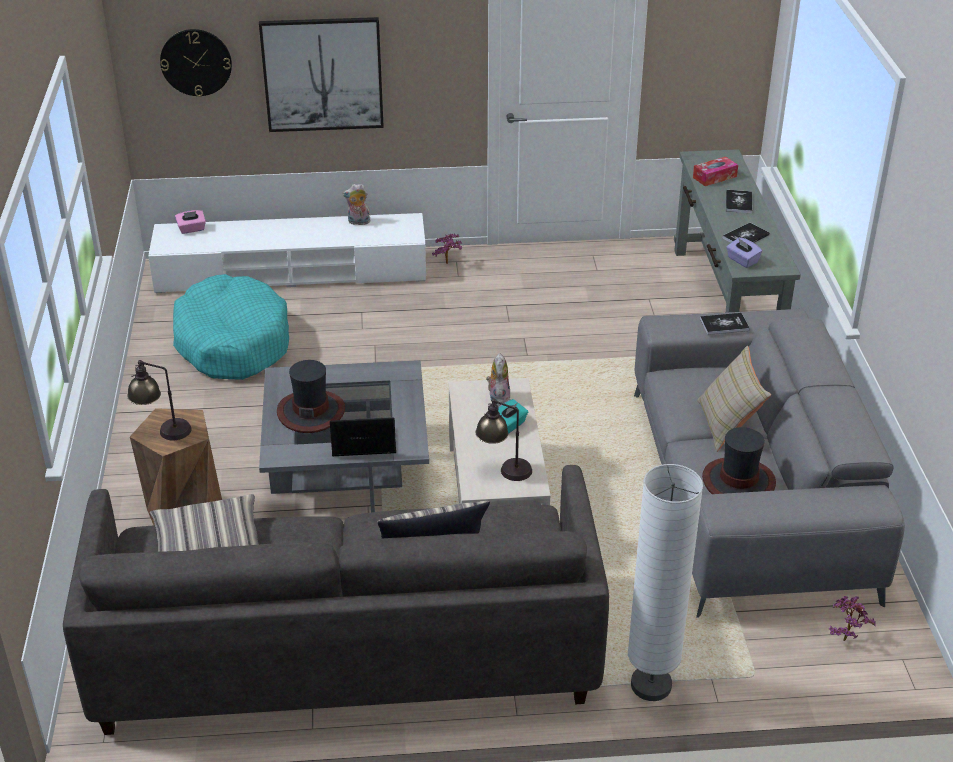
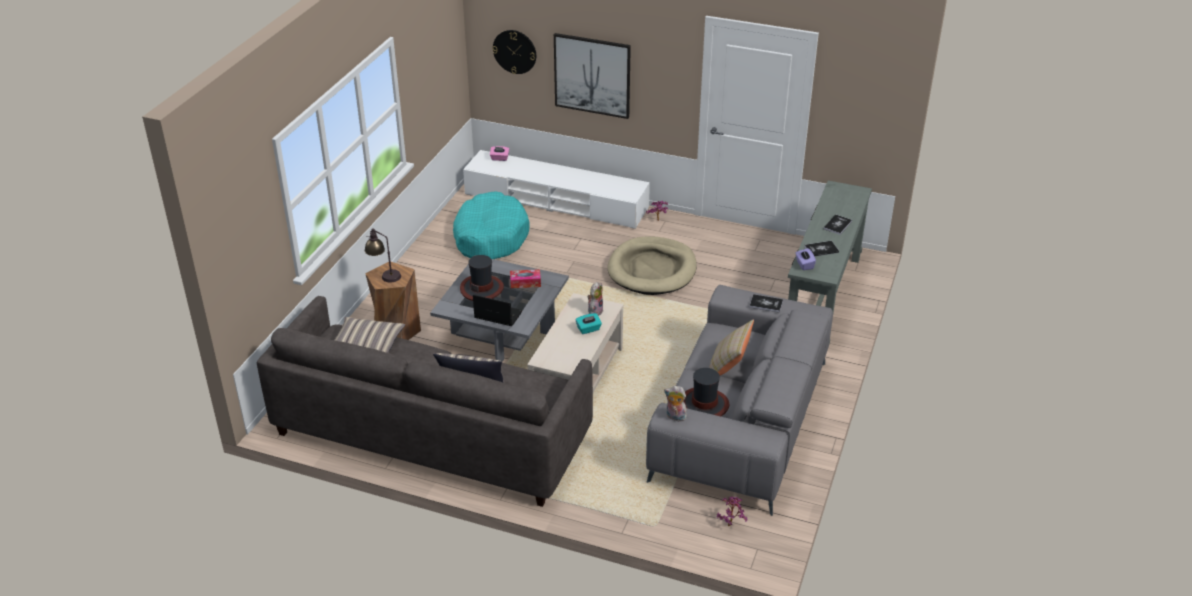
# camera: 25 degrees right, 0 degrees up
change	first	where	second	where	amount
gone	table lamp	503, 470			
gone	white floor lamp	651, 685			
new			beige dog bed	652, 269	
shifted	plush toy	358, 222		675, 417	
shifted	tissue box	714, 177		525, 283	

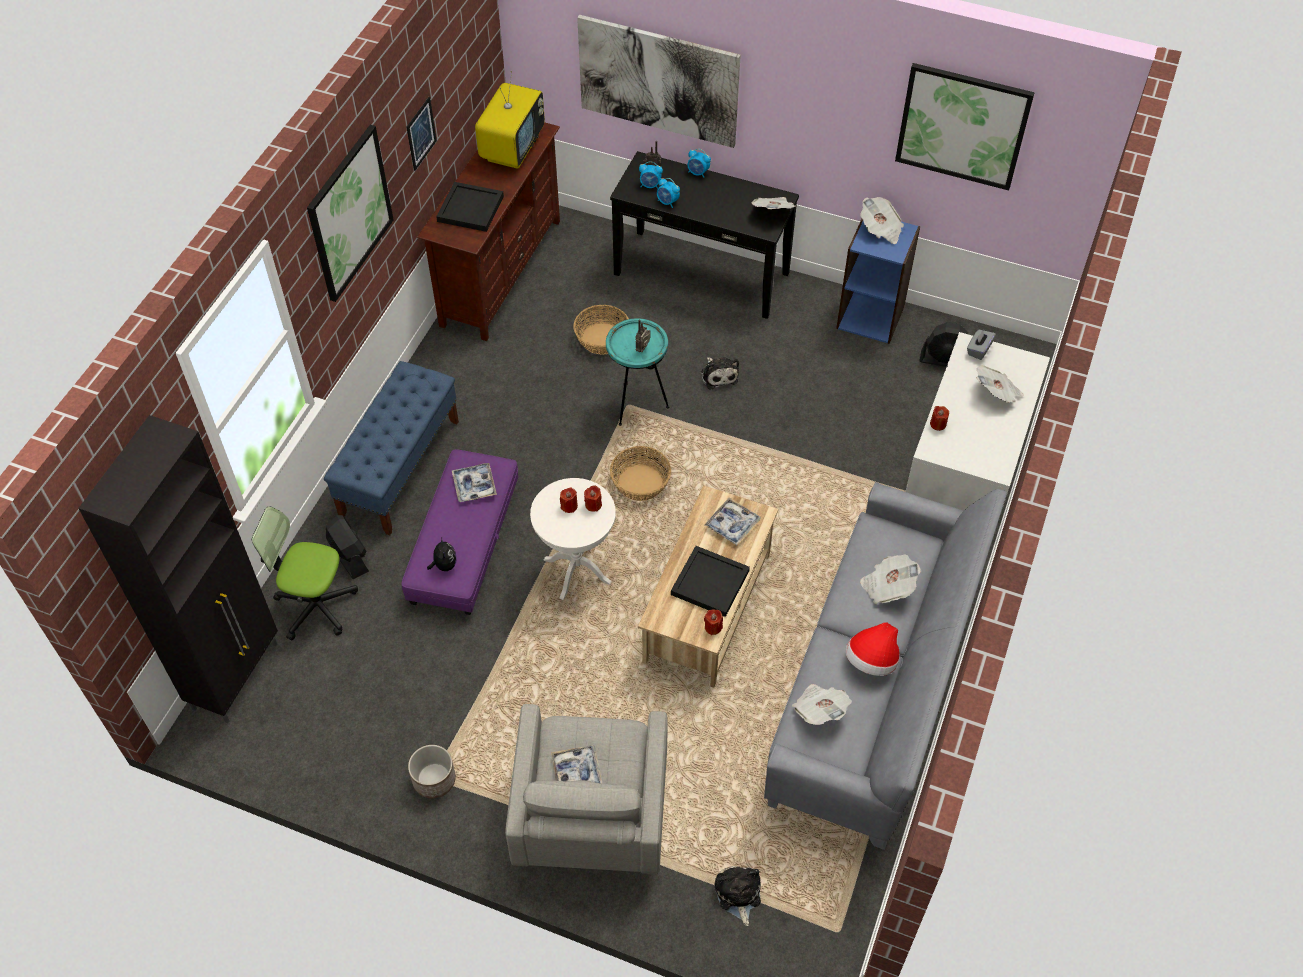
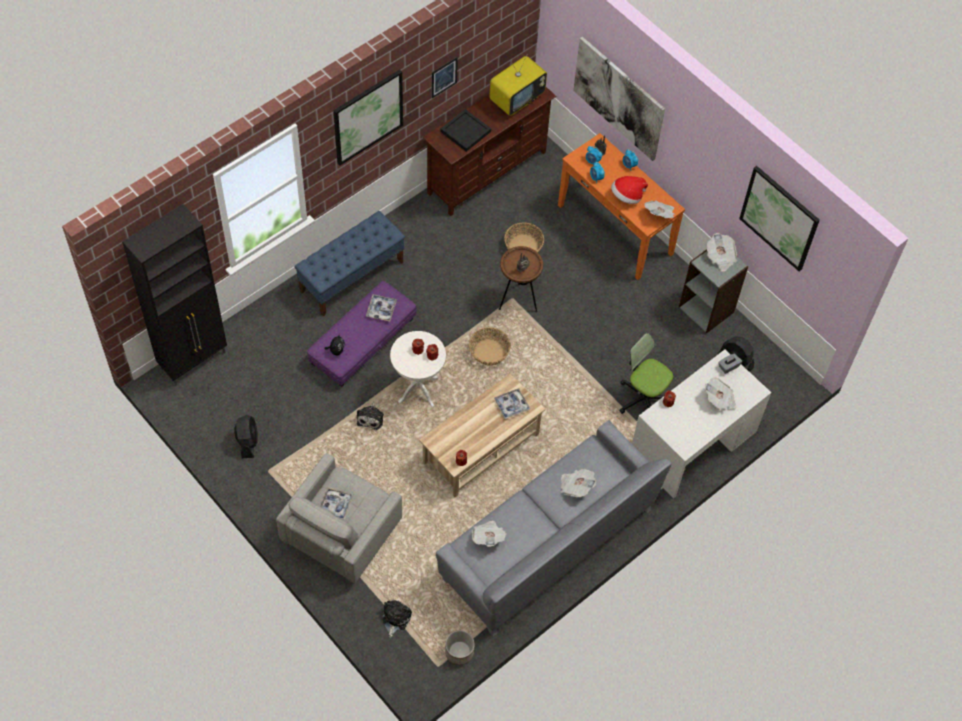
# camera: 25 degrees right, 5 degrees up
change	first	where	second	where	amount
gone	black tray	711, 582			
shifted	office chair	316, 605		643, 398	
shifted	black fan	349, 556		247, 441	
shifted	planter	434, 780		459, 652	
shifted	plush toy	718, 375		371, 417	
shifted	hat	871, 660		627, 196	
repainted	turquoise side table	637, 405	brown side table	518, 301	
repainted	black console table	701, 273	orange console table	615, 229	
repainted	blue bookcase	870, 317	grey bookcase	707, 309	

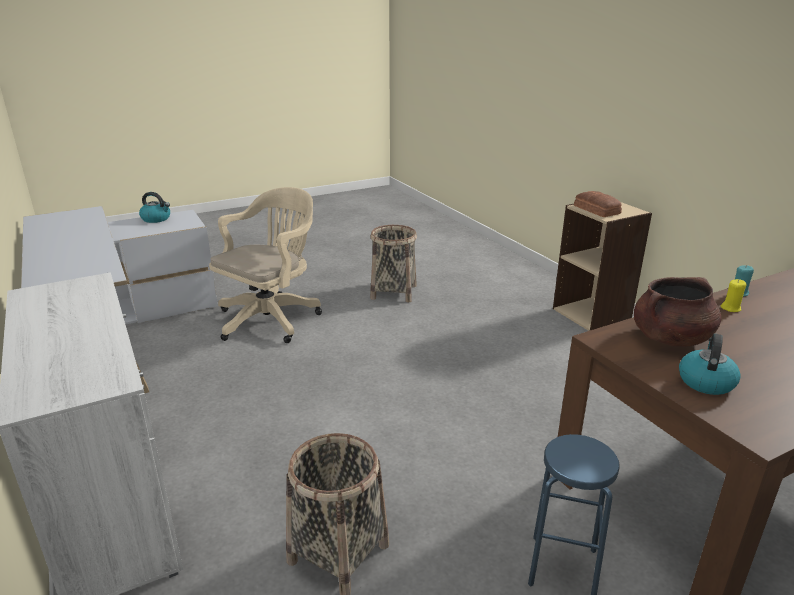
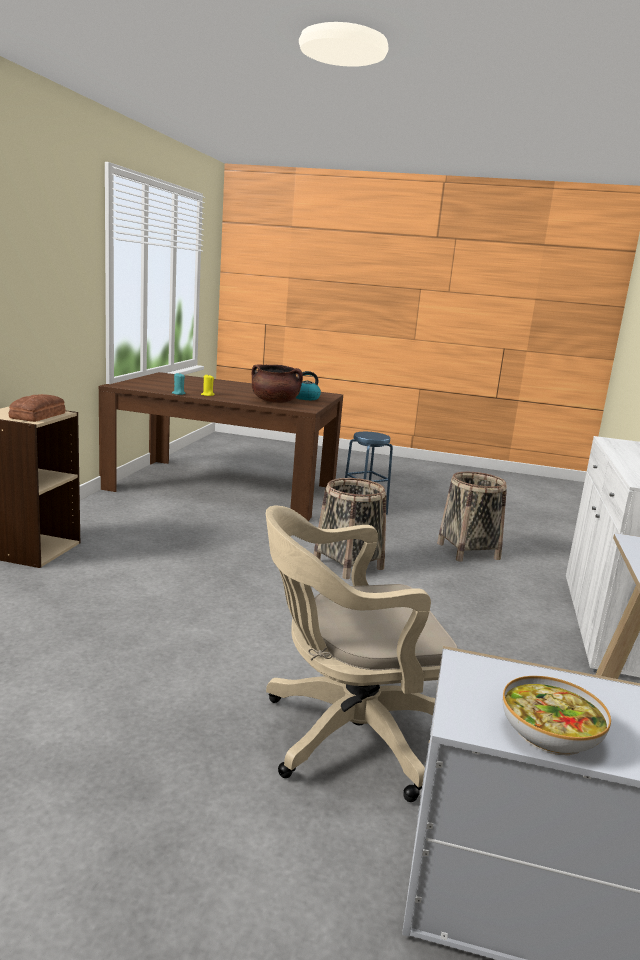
# camera: 140 degrees left, 10 degrees down
change	first	where	second	where	amount
shifted	basket	393, 292		348, 565	
swapped	kettle	156, 219	bowl	550, 733	

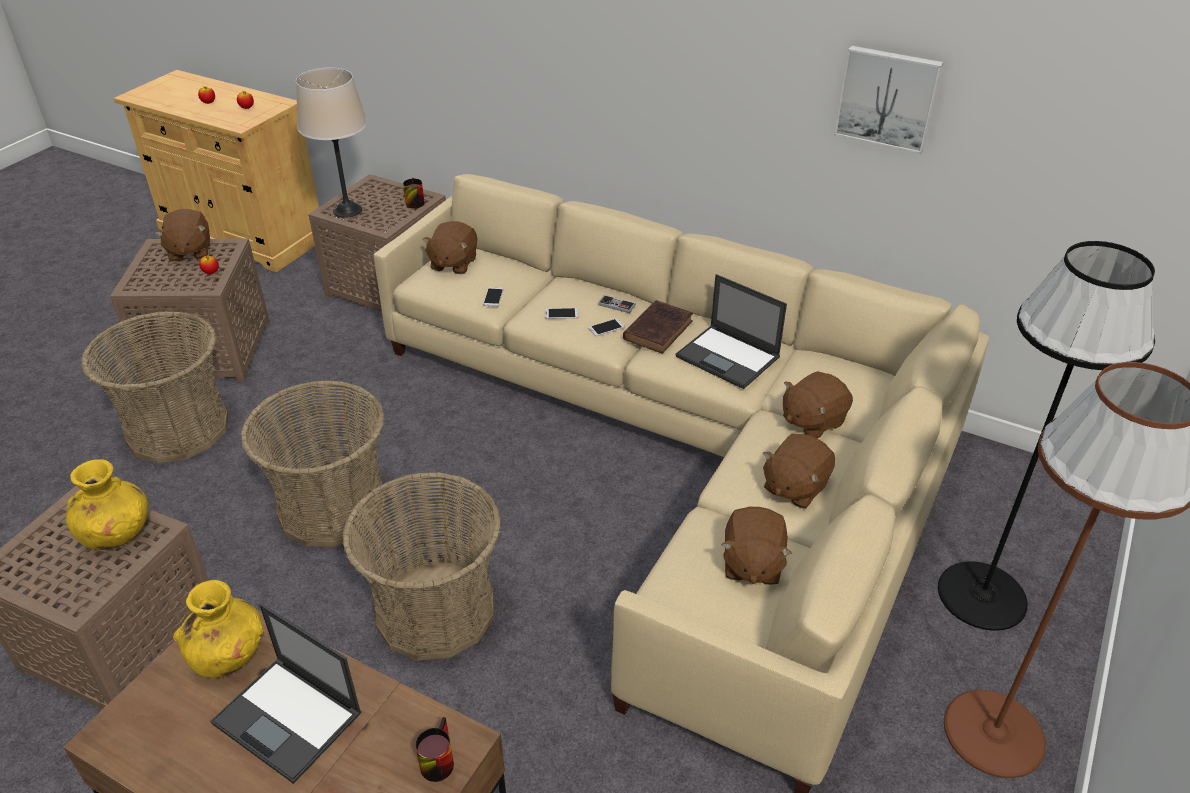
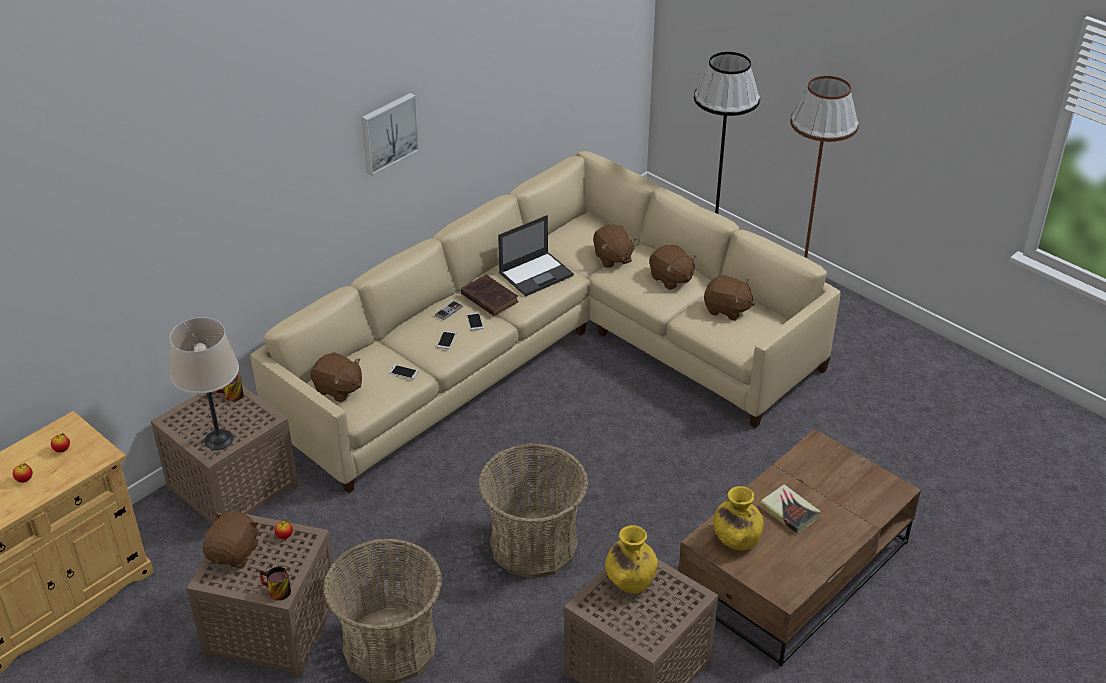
# camera: 75 degrees left, 0 degrees up
change	first	where	second	where	amount
gone	basket	435, 610			
shifted	mug	435, 759		275, 592	
shifted	picture	888, 98		388, 132	
swapped	laptop	289, 718	book	789, 512	
rotated	brown plush toy	189, 252		234, 553	75 degrees counterclockwise

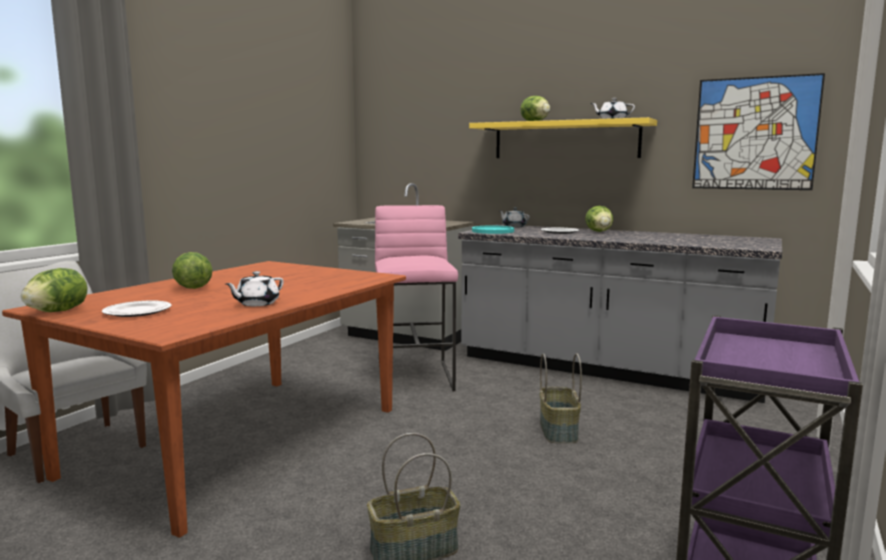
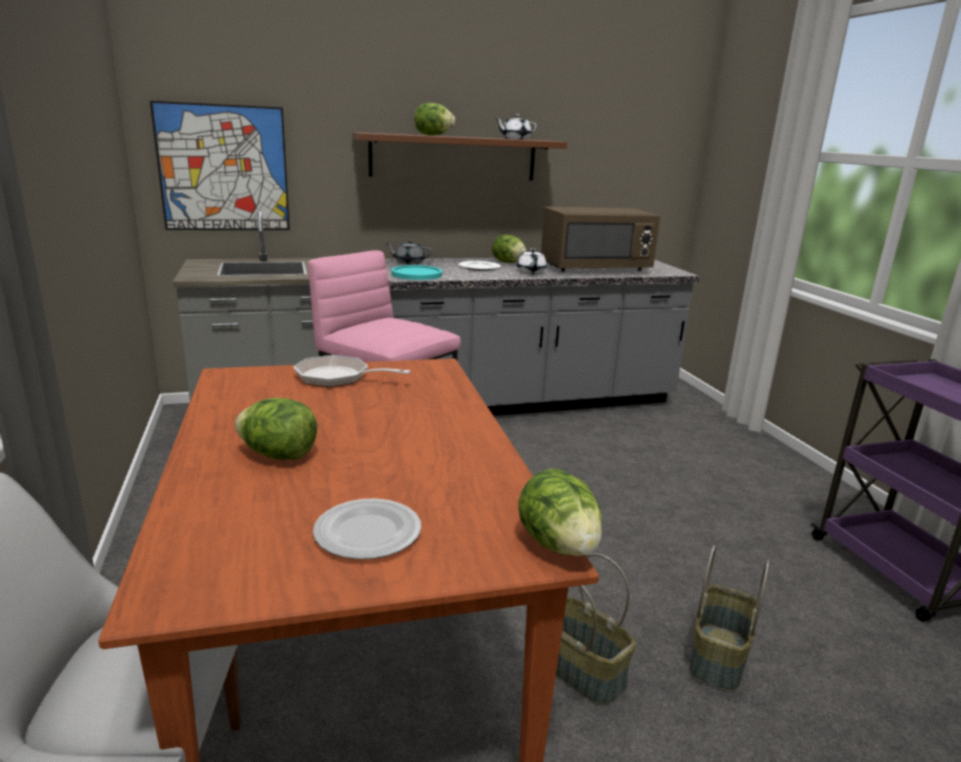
# camera: 45 degrees left, 10 degrees up
change	first	where	second	where	amount
new			frying pan	338, 378	
new			brown microwave	595, 268	
shifted	lettuce	57, 311		558, 545	
shifted	white teapot	257, 304		531, 272	
shifted	basket	559, 431		582, 670	
shifted	picture	754, 133		223, 169	
repainted	yellow shelf	565, 140	brown shelf	454, 157	

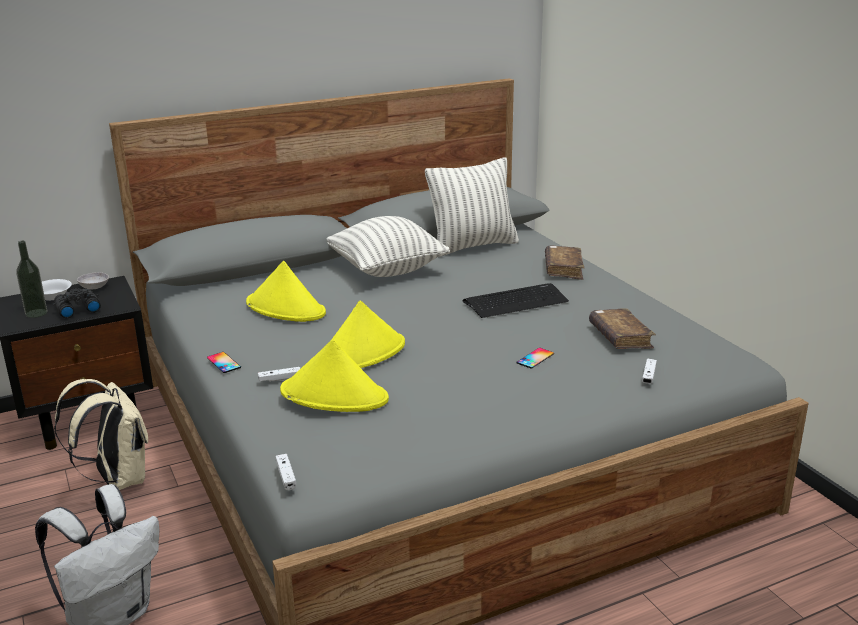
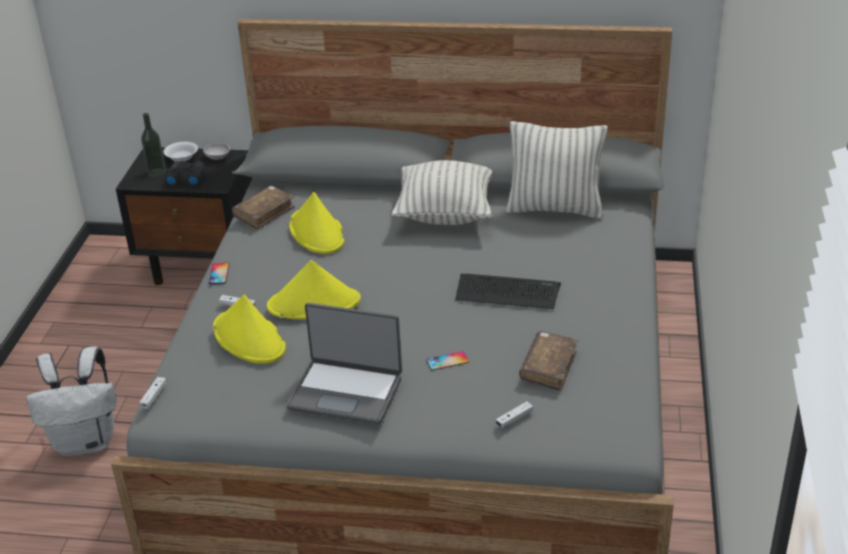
# camera: 35 degrees right, 10 degrees up
change	first	where	second	where	amount
gone	beige backpack	117, 479			
new			laptop	346, 392	
shifted	brown book	563, 269		264, 213	

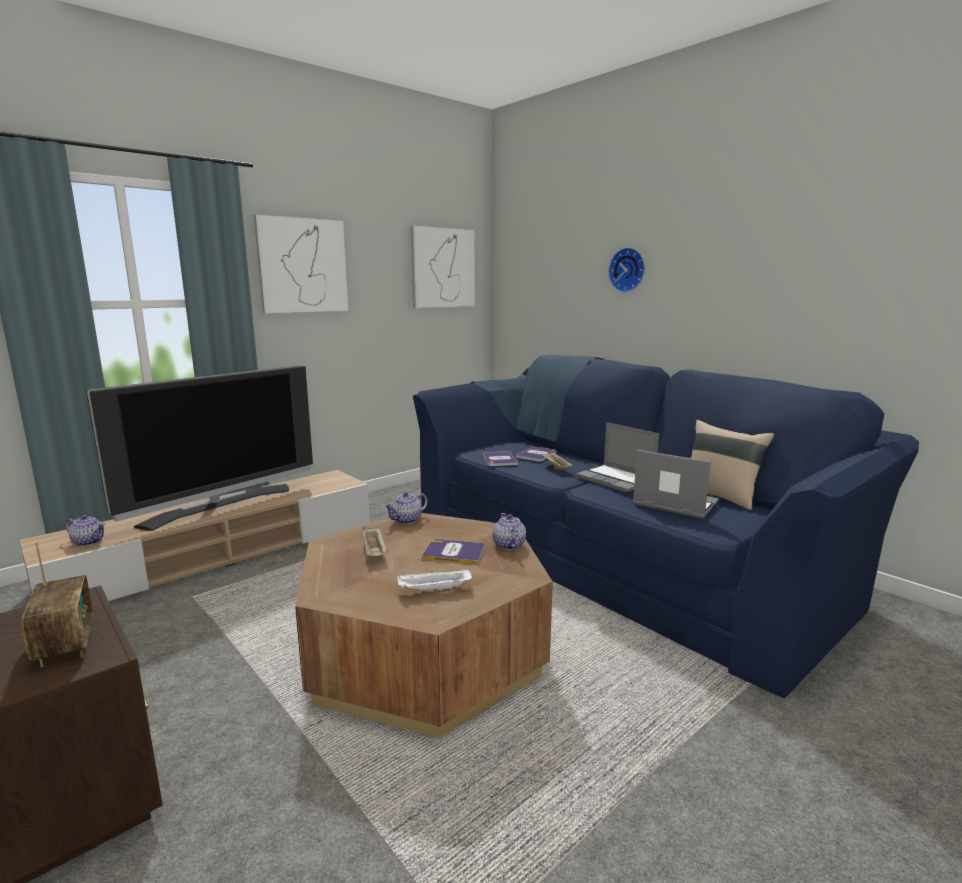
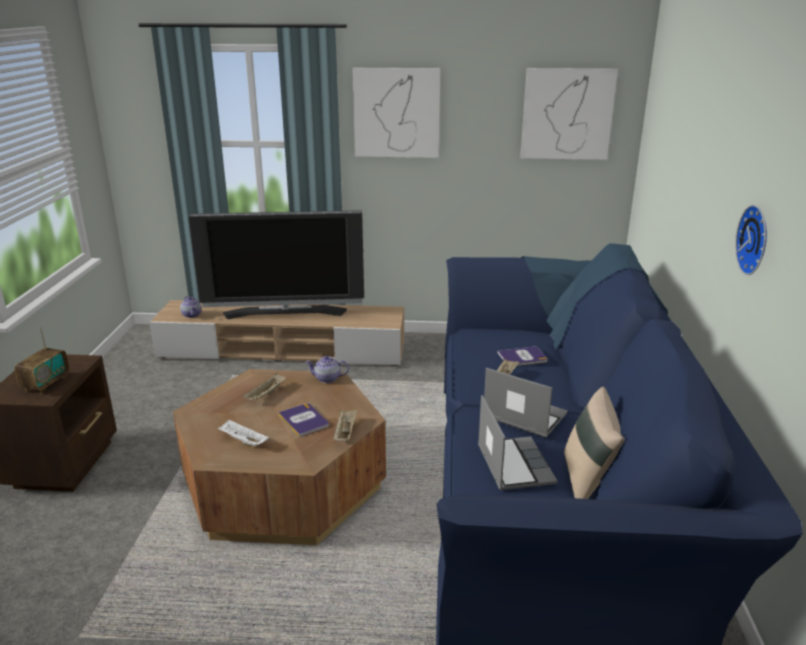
# camera: 45 degrees right, 10 degrees up
change	first	where	second	where	amount
gone	book	499, 459			
shifted	wall clock	628, 270		756, 240	
swapped	teapot	508, 545	beige tray	345, 433	
rotated	laptop	617, 480		523, 416	120 degrees clockwise

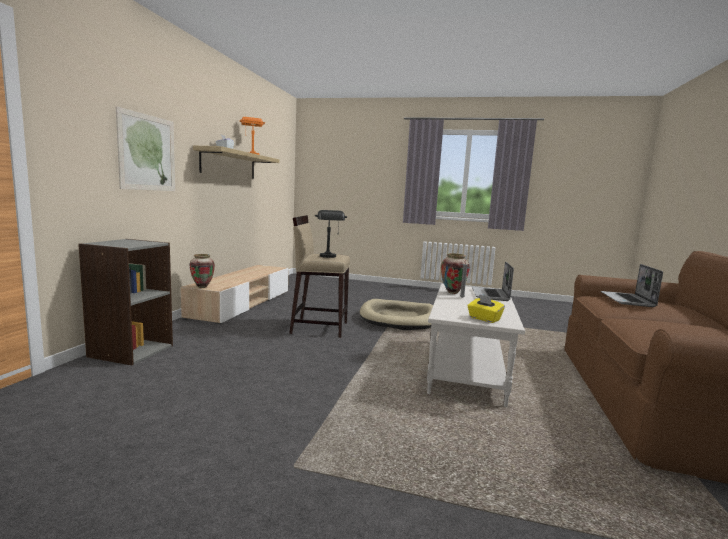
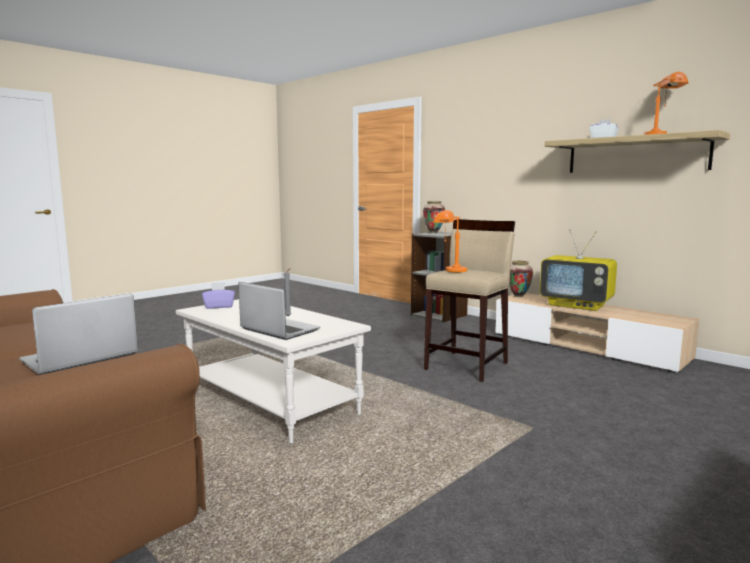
# camera: 120 degrees right, 0 degrees up
change	first	where	second	where	amount
gone	picture	147, 153			
gone	beige dog bed	399, 318			
new			television	577, 305	
shifted	vase	452, 292		433, 232	
repainted	black table lamp	329, 257	orange table lamp	448, 270	
repainted	yellow tissue box	484, 319	purple tissue box	219, 306	
rotated	laptop	628, 300		79, 359	90 degrees counterclockwise

